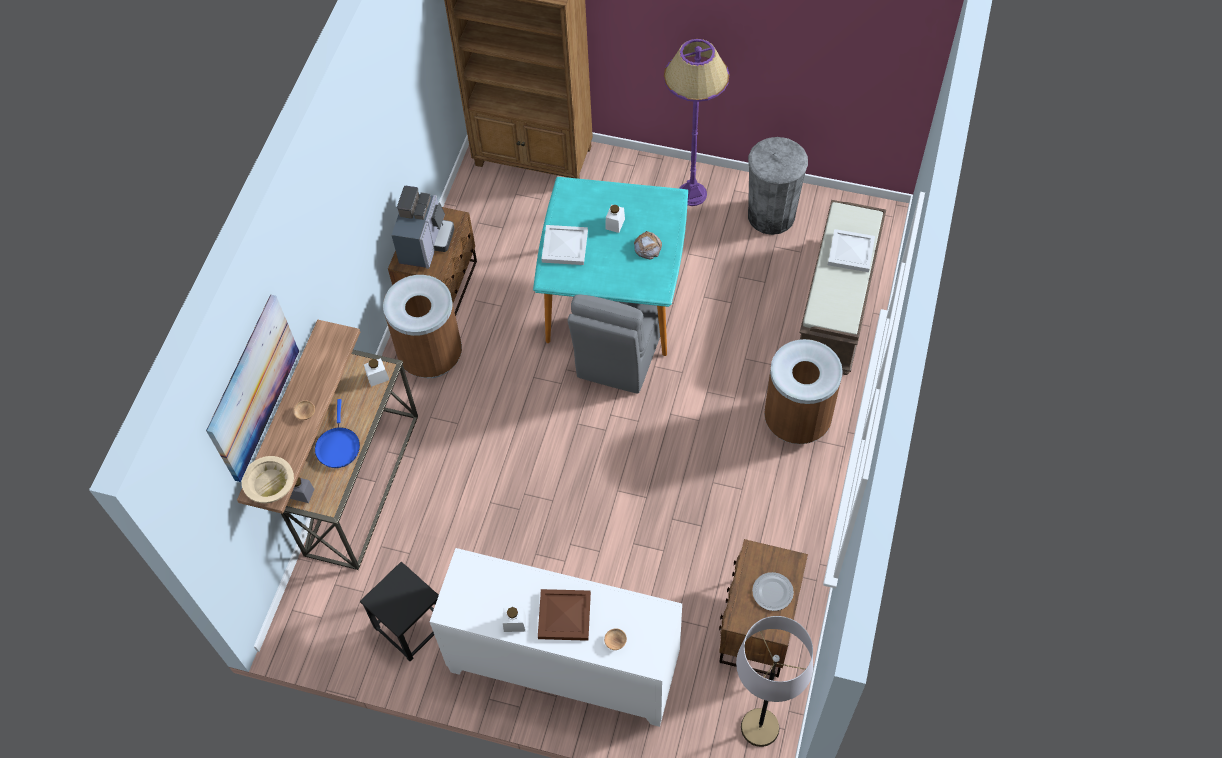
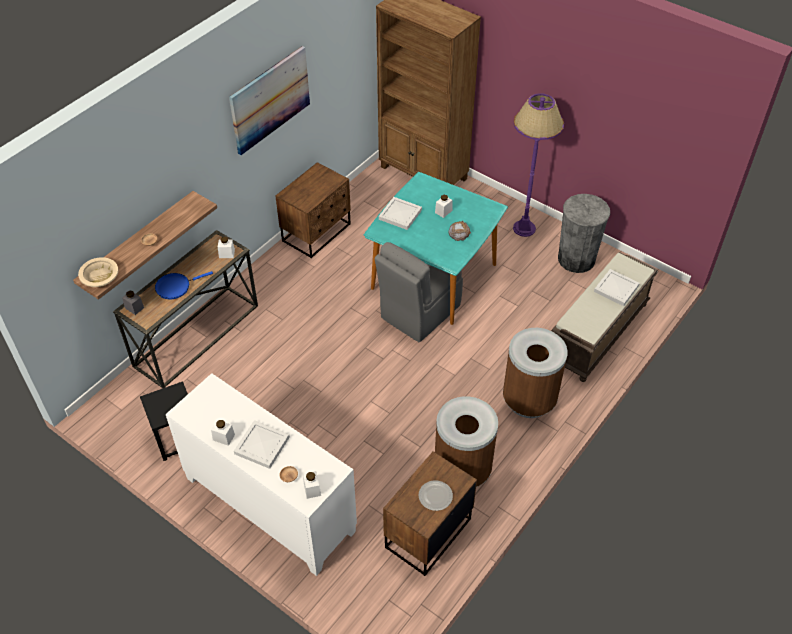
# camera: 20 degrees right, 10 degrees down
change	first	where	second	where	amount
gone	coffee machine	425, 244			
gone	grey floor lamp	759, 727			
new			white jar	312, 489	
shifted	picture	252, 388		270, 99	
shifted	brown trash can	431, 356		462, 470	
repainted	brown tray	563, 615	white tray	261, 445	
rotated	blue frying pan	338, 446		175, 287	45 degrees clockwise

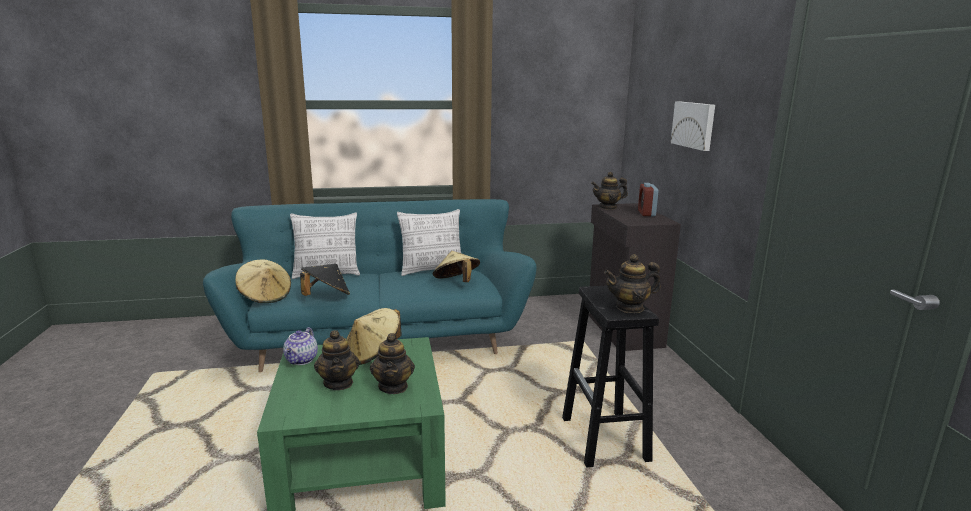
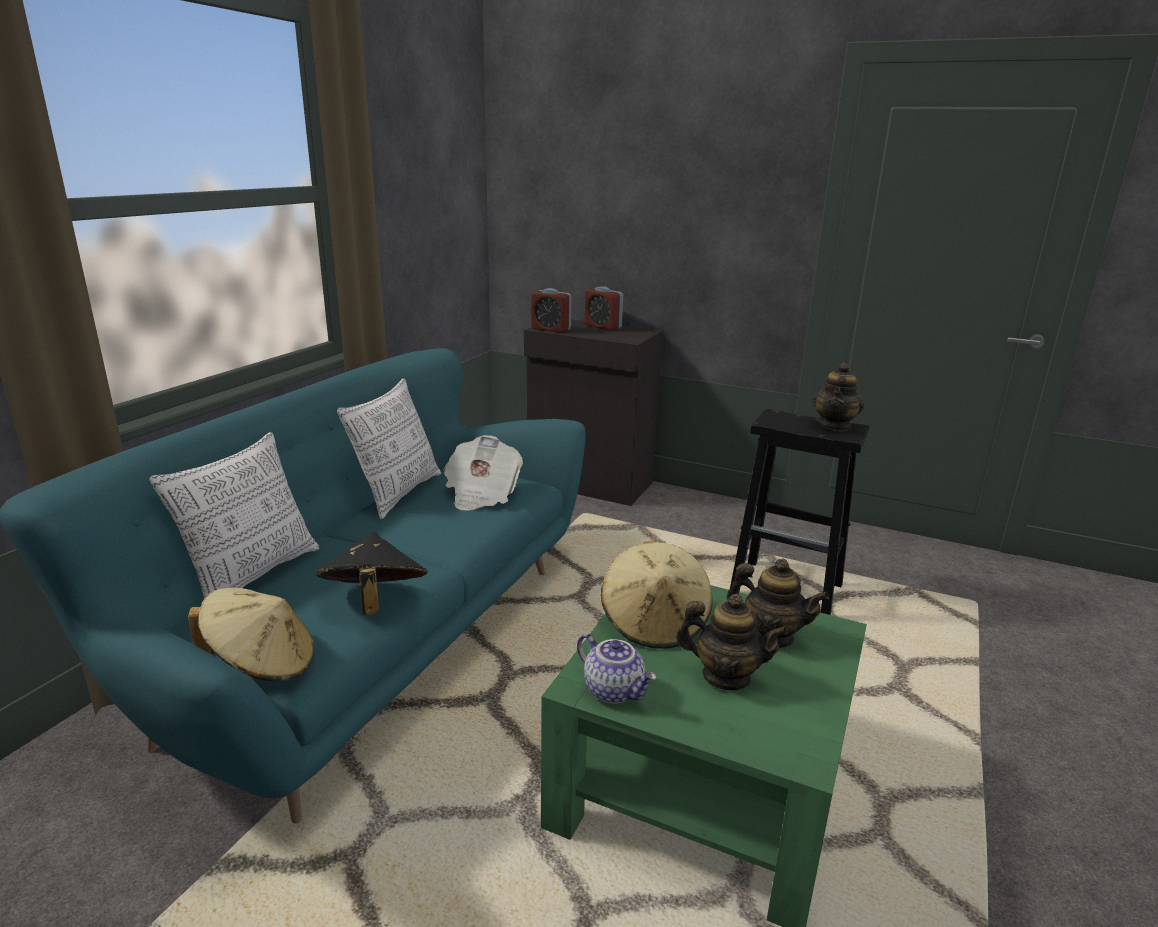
# camera: 55 degrees left, 5 degrees up
change	first	where	second	where	amount
gone	picture	694, 125			
swapped	beige hat	456, 283	newspaper	481, 493	
swapped	teapot	608, 207	alarm clock	551, 329	

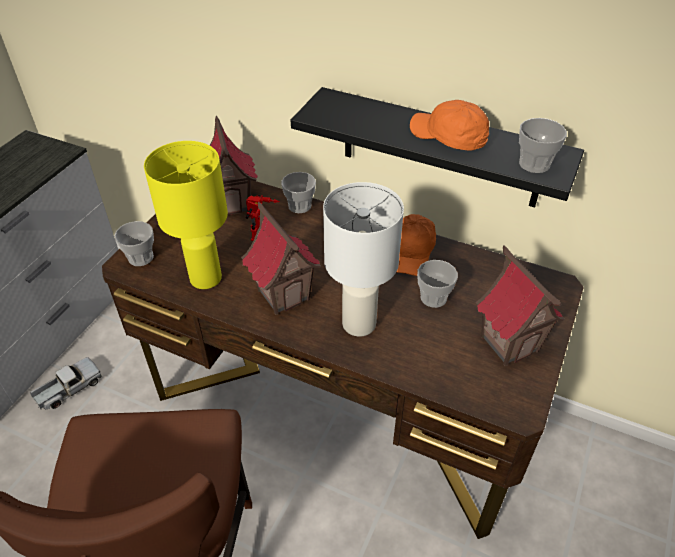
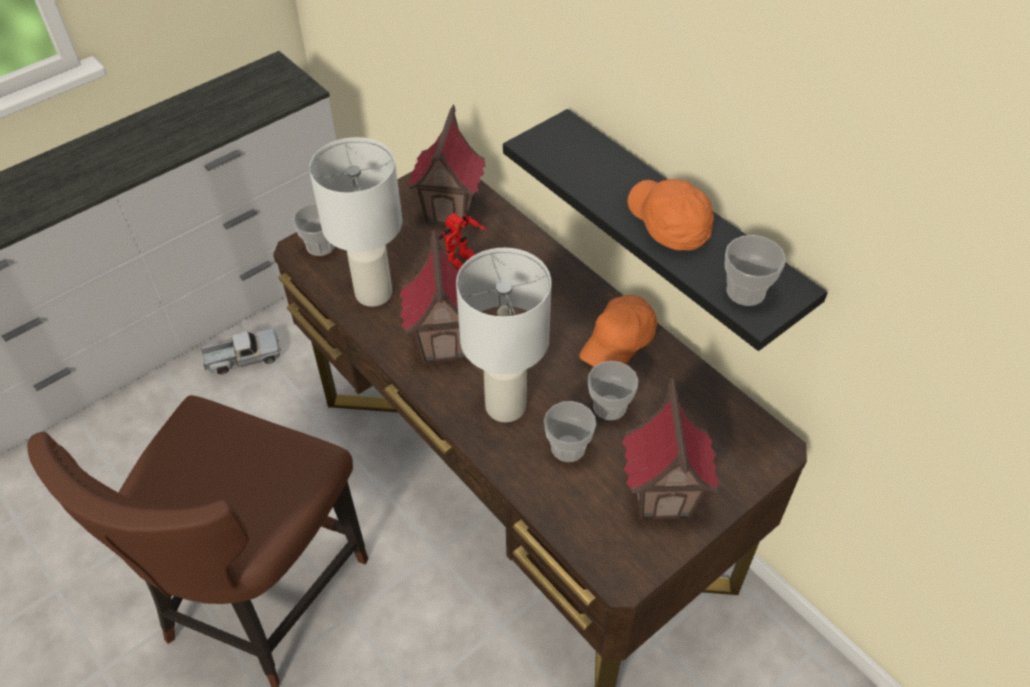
# camera: 25 degrees right, 5 degrees up
change	first	where	second	where	amount
shifted	cup	299, 206		568, 447	
repainted	yellow table lamp	206, 278	white table lamp	374, 293	

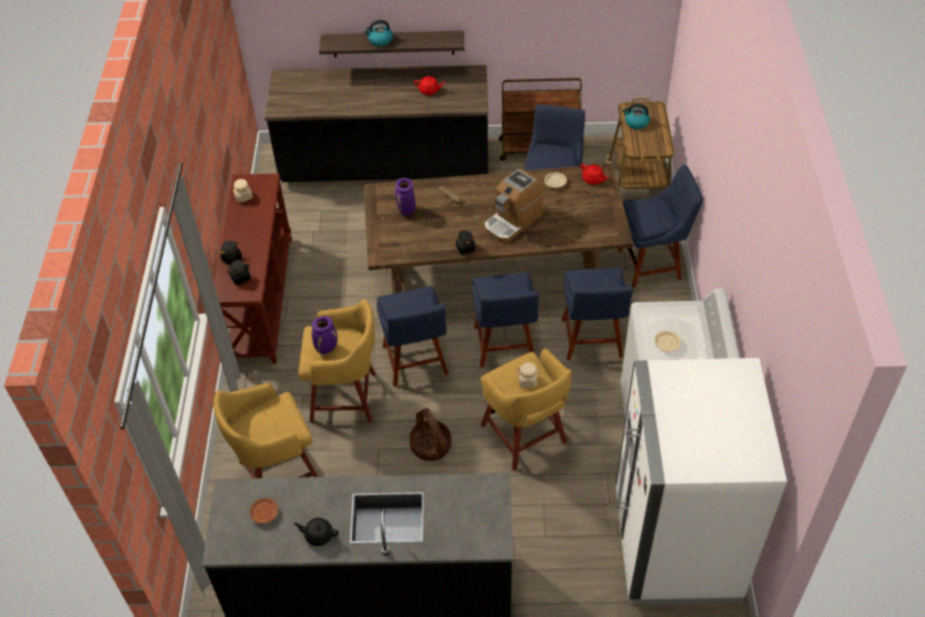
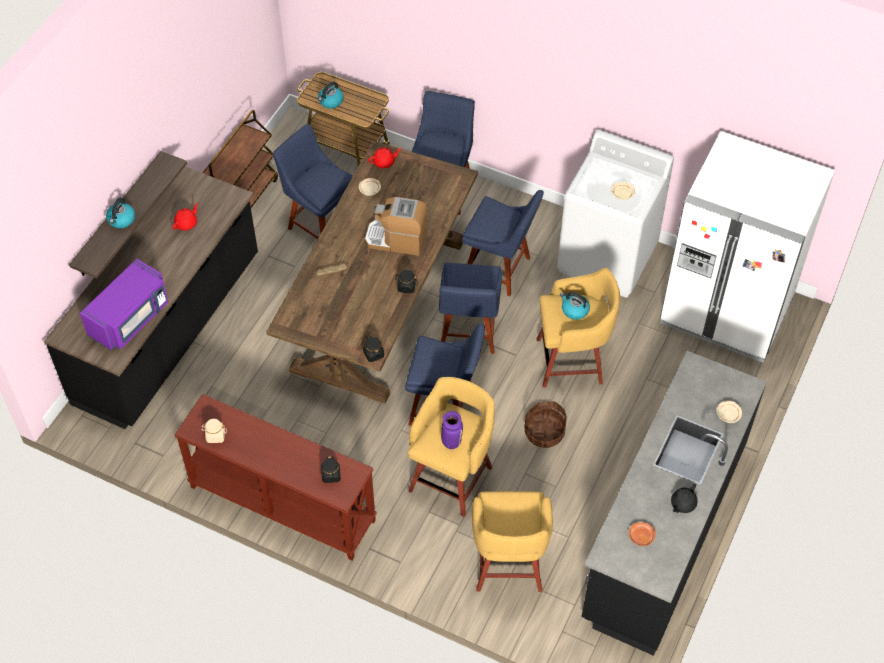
# camera: 65 degrees left, 5 degrees up
change	first	where	second	where	amount
gone	purple vase	407, 211			
new			purple microwave	130, 318	
new			beige plate	728, 414	
shifted	black jar	232, 259		373, 354	
swapped	beige jar	528, 380	kettle	574, 310	
rotated	blue chair	504, 347		468, 333	75 degrees clockwise
rotated	coffee machine	513, 221		396, 239	120 degrees clockwise

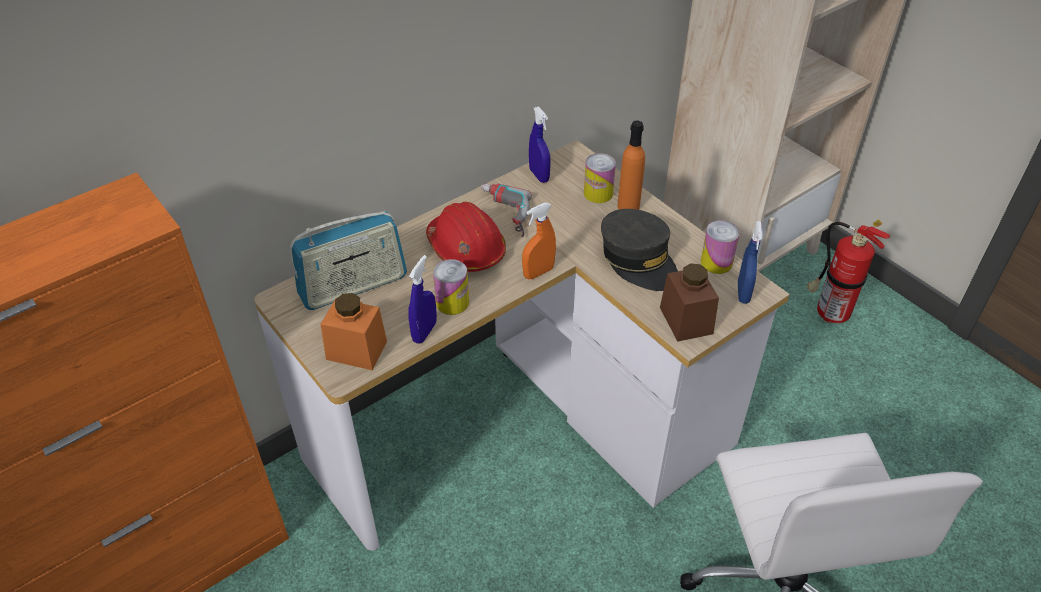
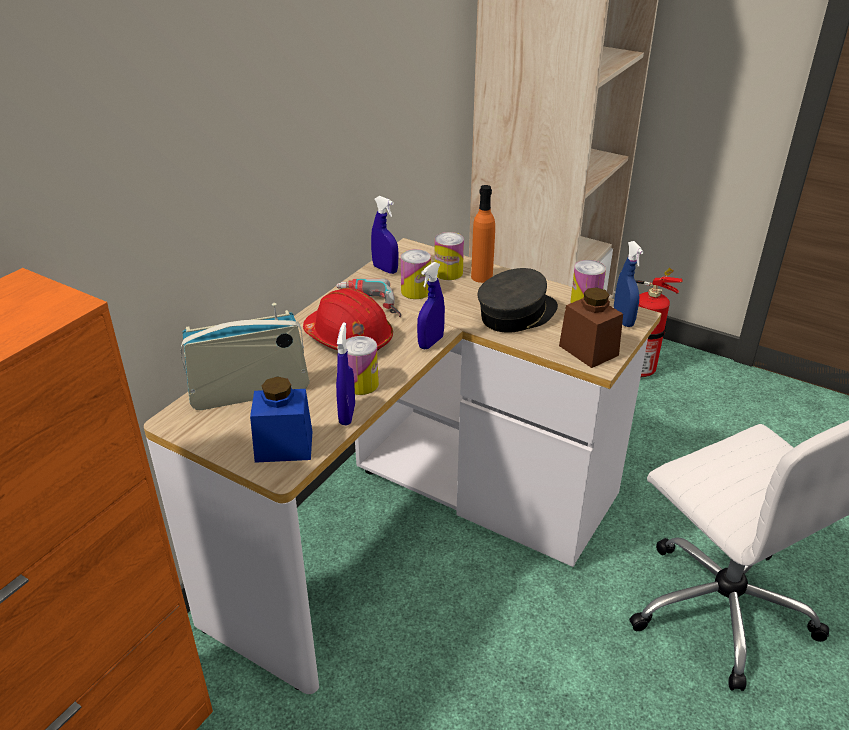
# camera: 20 degrees left, 10 degrees down
change	first	where	second	where	amount
new			can	415, 291	
repainted	orange jar	356, 350	blue jar	284, 446	
repainted	orange spray bottle	538, 272	blue spray bottle	431, 342	
rotated	radio	353, 286		250, 392	150 degrees counterclockwise
rotated	grey cap	638, 260		517, 314	75 degrees counterclockwise

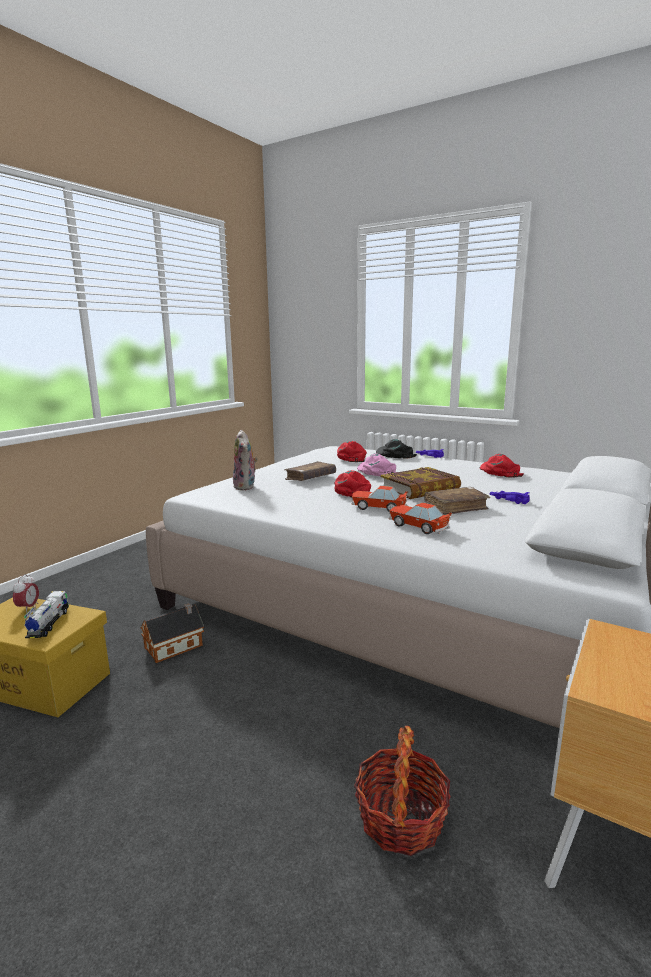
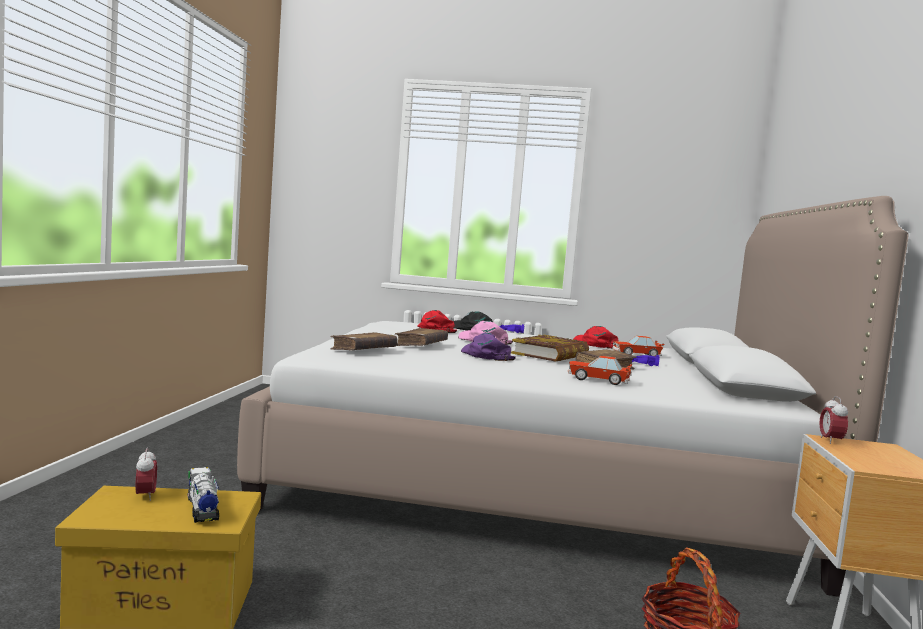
# camera: 25 degrees left, 10 degrees down
change	first	where	second	where	amount
gone	toy house	176, 646			
new			alarm clock	830, 441	
shifted	toy car	378, 507		636, 355	
swapped	plush toy	246, 487	brown book	363, 350	
repainted	red cap	352, 490	purple cap	485, 355	

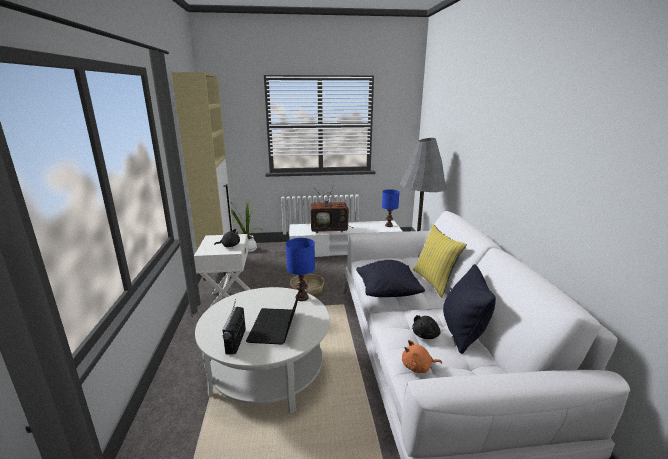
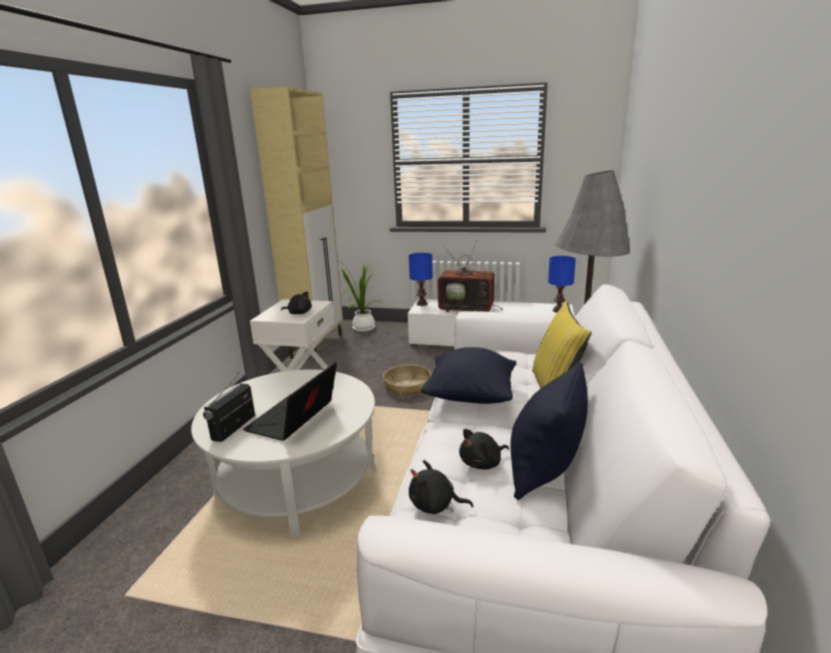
# camera: 20 degrees right, 0 degrees up
change	first	where	second	where	amount
shifted	blue table lamp	302, 297		422, 304	
repainted	orange plush toy	418, 367	black plush toy	435, 505	

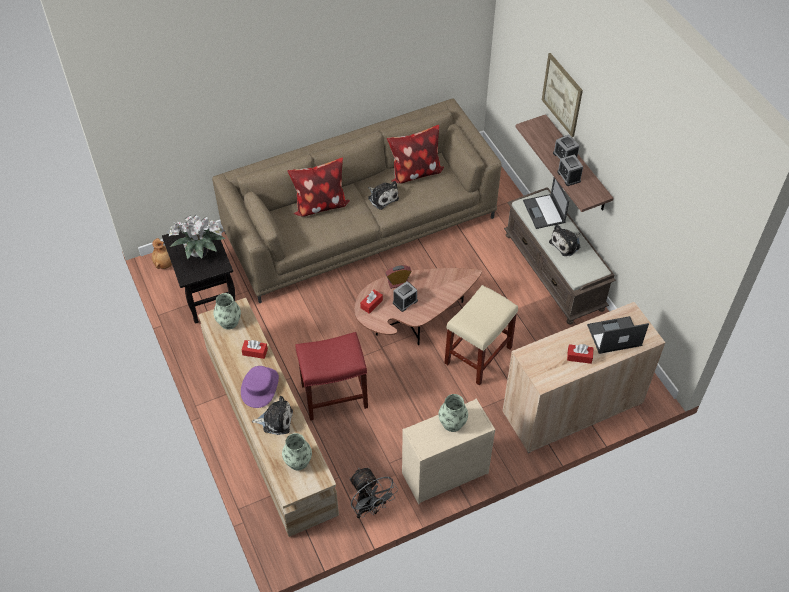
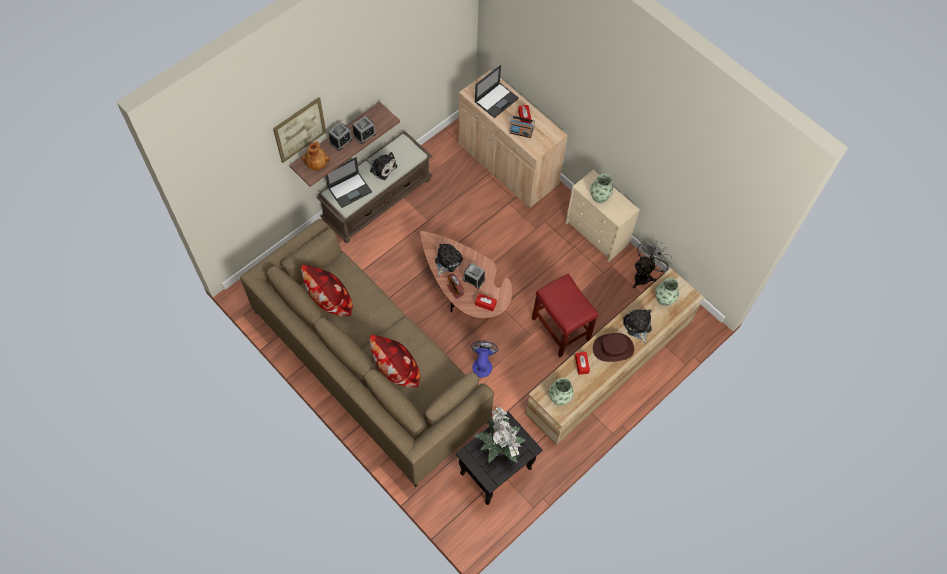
# camera: 110 degrees left, 10 degrees up
change	first	where	second	where	amount
gone	beige stool	478, 356			
new			fan	482, 364	
new			radio	520, 133	
shifted	brown vase	165, 264		317, 164	
shifted	plush toy	382, 197		447, 261	
repainted	purple hat	260, 387	brown hat	613, 348	
rotated	laptop	613, 335		496, 100	105 degrees counterclockwise

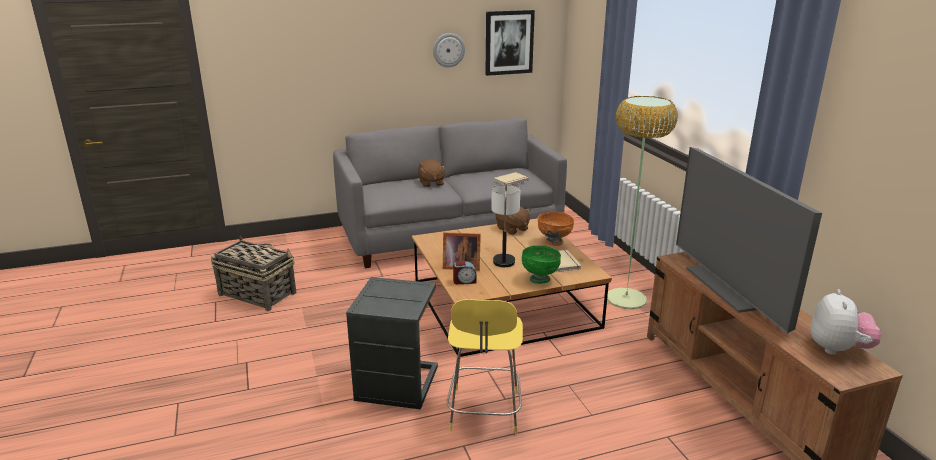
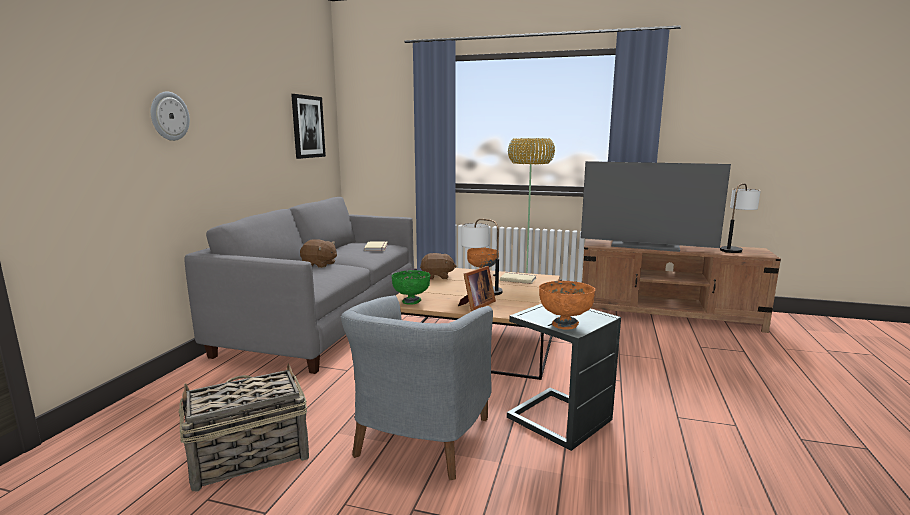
# camera: 55 degrees left, 10 degrees down
change	first	where	second	where	amount
gone	yellow stool	484, 412			
gone	alarm clock	464, 281			
new			grey armchair	420, 440	
new			orange bowl	565, 324	
shifted	wall clock	448, 50		169, 116	
shifted	green bowl	540, 279		411, 301	
swapped	plush toy	838, 349	table lamp	735, 249	

